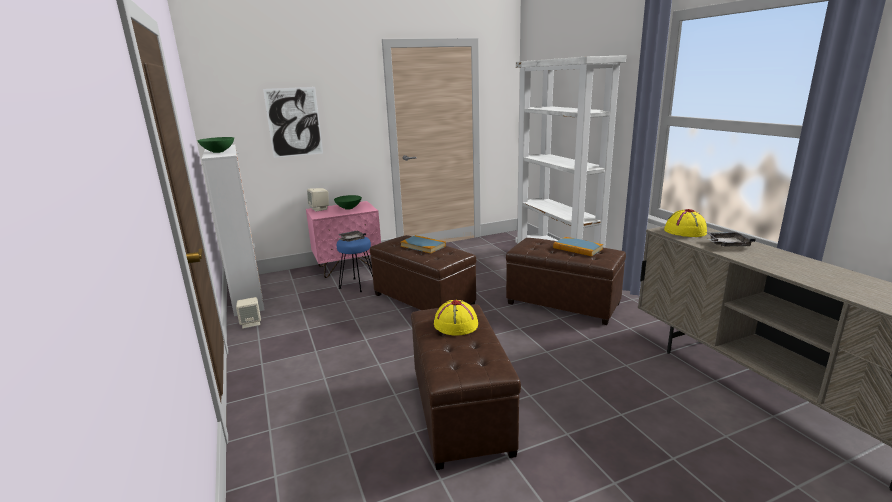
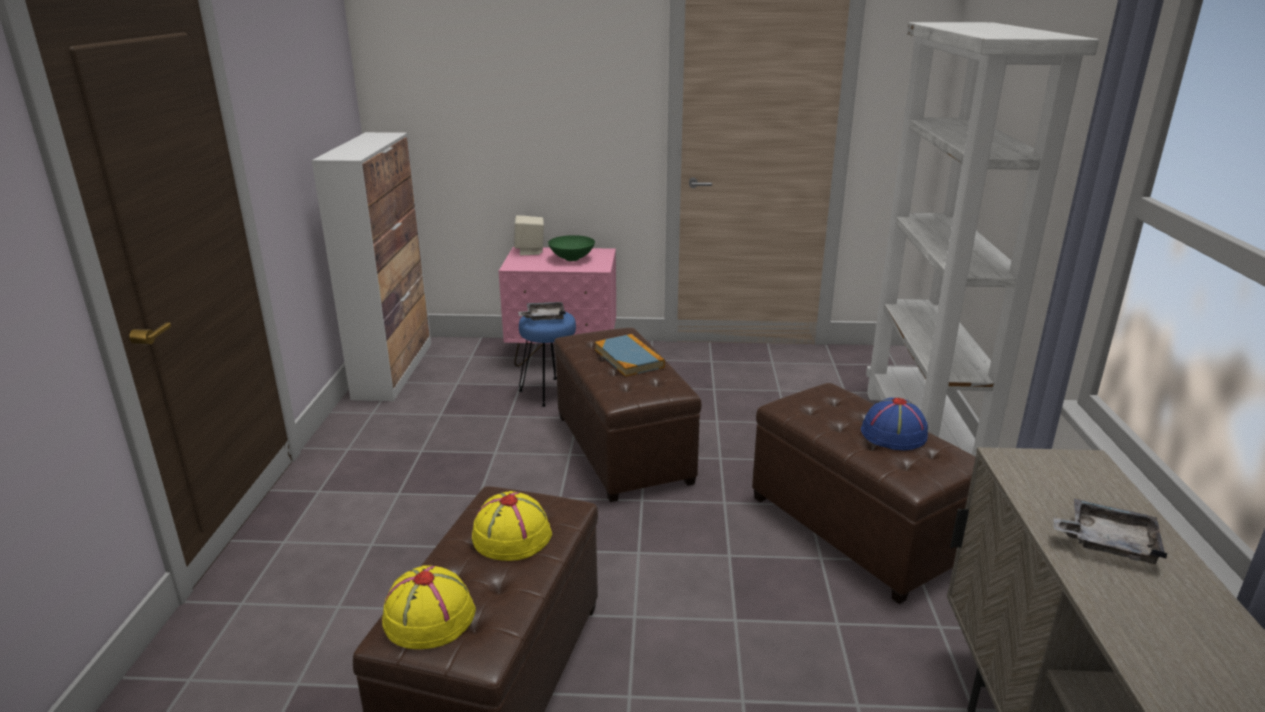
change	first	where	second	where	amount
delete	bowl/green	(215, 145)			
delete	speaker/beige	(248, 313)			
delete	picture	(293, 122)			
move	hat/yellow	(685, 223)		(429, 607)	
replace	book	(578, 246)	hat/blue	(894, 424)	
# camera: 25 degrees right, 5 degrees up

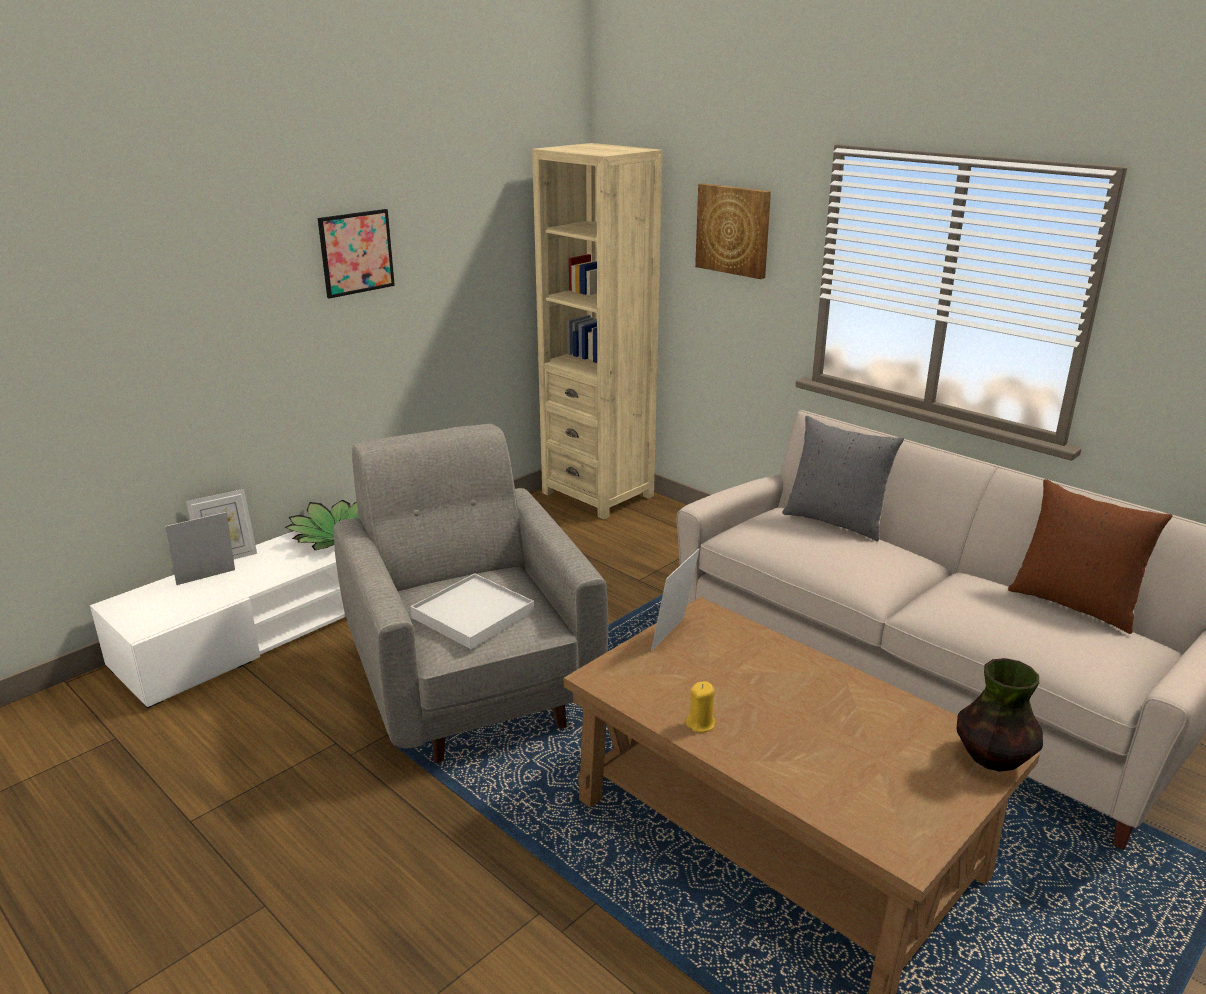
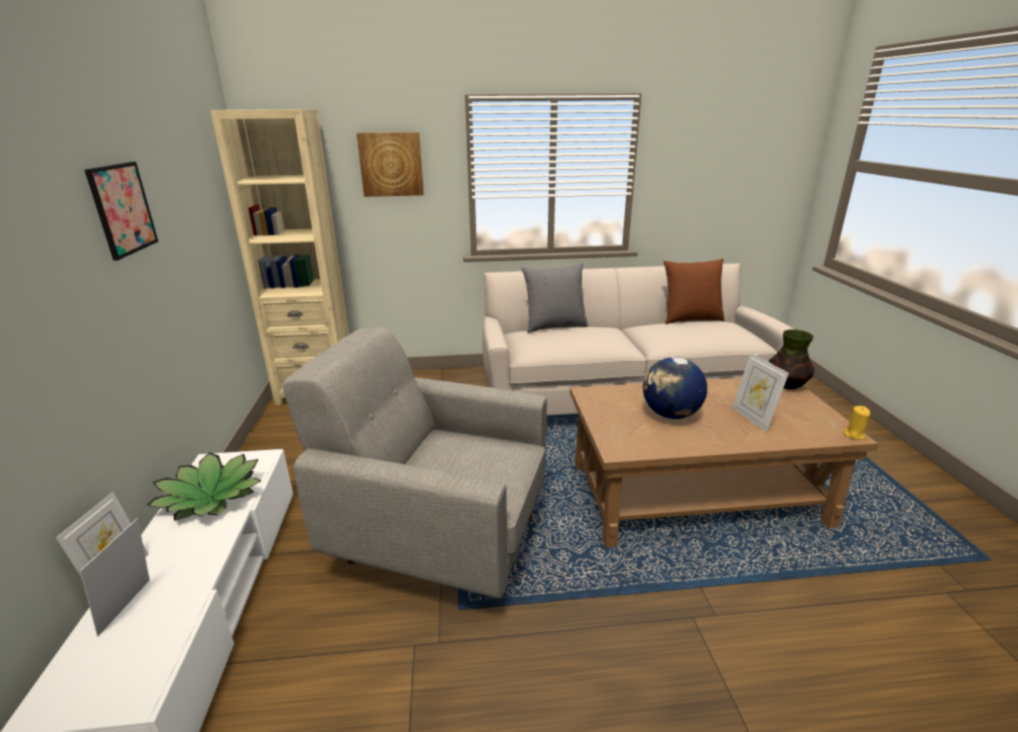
change	first	where	second	where	amount
delete	tray/white	(472, 611)			
insert			globe	(675, 388)	
move	picture frame	(675, 600)		(760, 392)	
move	candle/yellow	(700, 707)		(857, 423)	
# camera: 50 degrees left, 0 degrees up

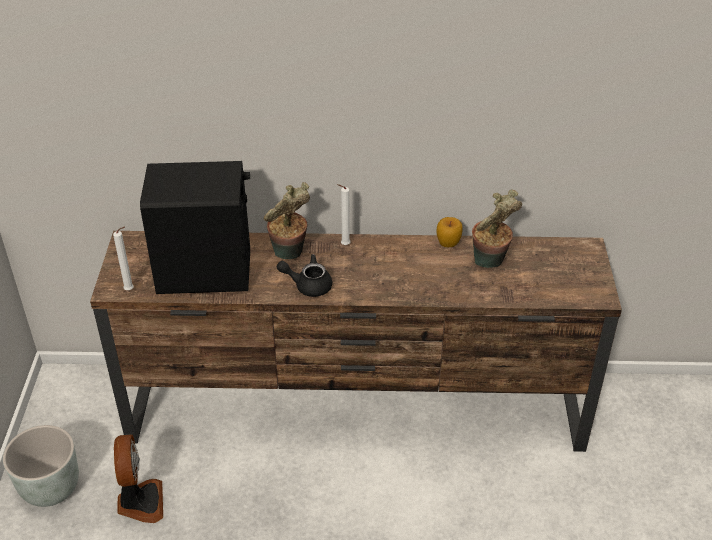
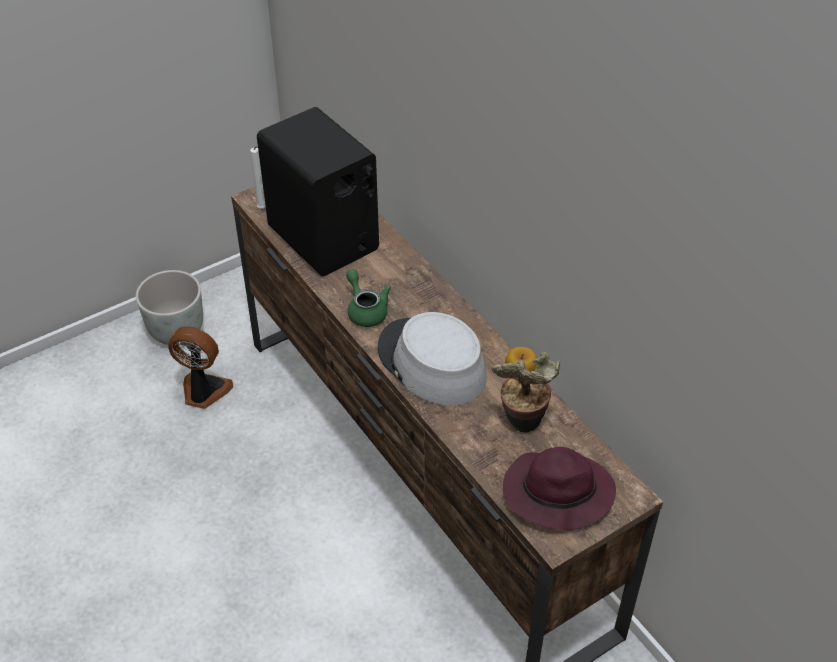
change	first	where	second	where	amount
delete	potted plant	(287, 220)			
delete	candle/white	(343, 214)			
insert			hat/grey	(432, 359)	
insert			hat/purple	(559, 488)	
recolor	teapot/black	(304, 275)	teapot/green	(368, 298)	
rotate	fan	(138, 479)		(200, 368)	120 degrees counterclockwise
# camera: 55 degrees right, 5 degrees up

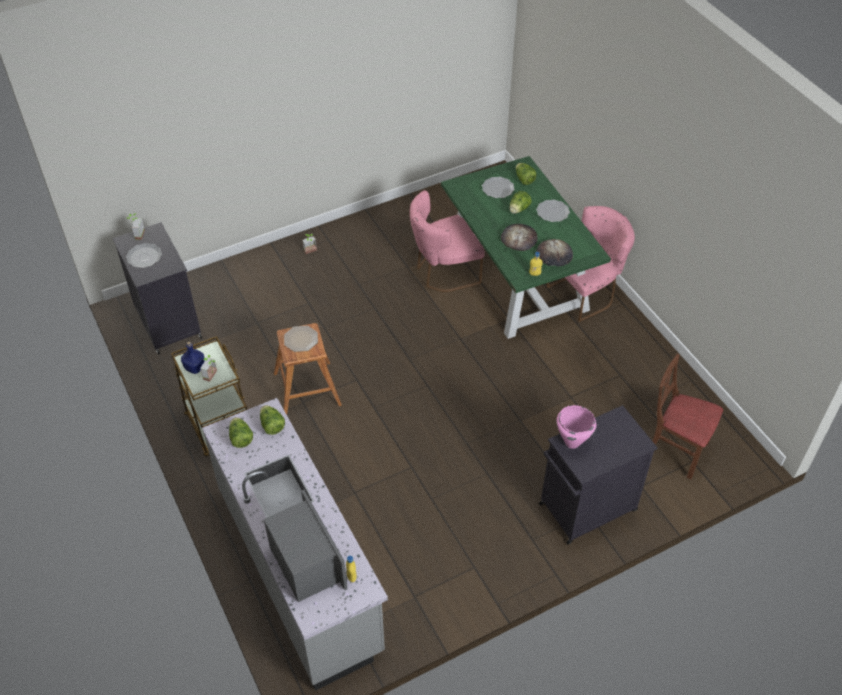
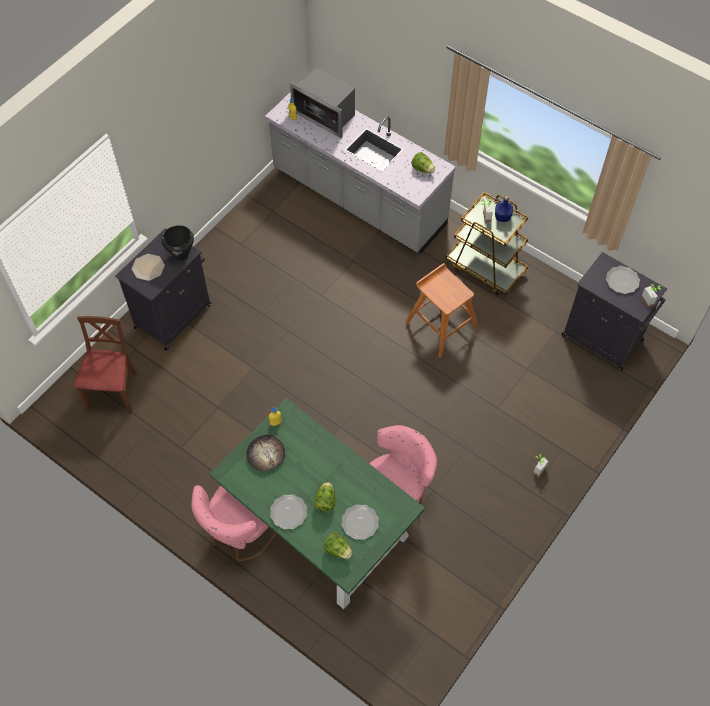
change	first	where	second	where	amount
delete	lettuce	(272, 420)			
delete	bread	(519, 237)			
move	plate	(301, 339)		(148, 267)	
recolor	cooking pot/pink	(576, 427)	cooking pot/black	(178, 242)	
rotate	chair/brown	(687, 416)		(105, 365)	90 degrees counterclockwise
# camera: 155 degrees right, 10 degrees up

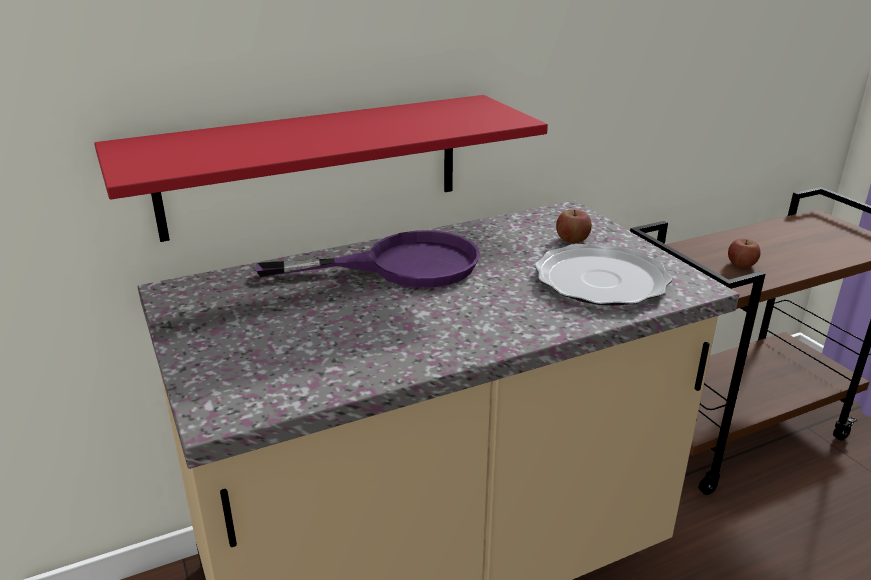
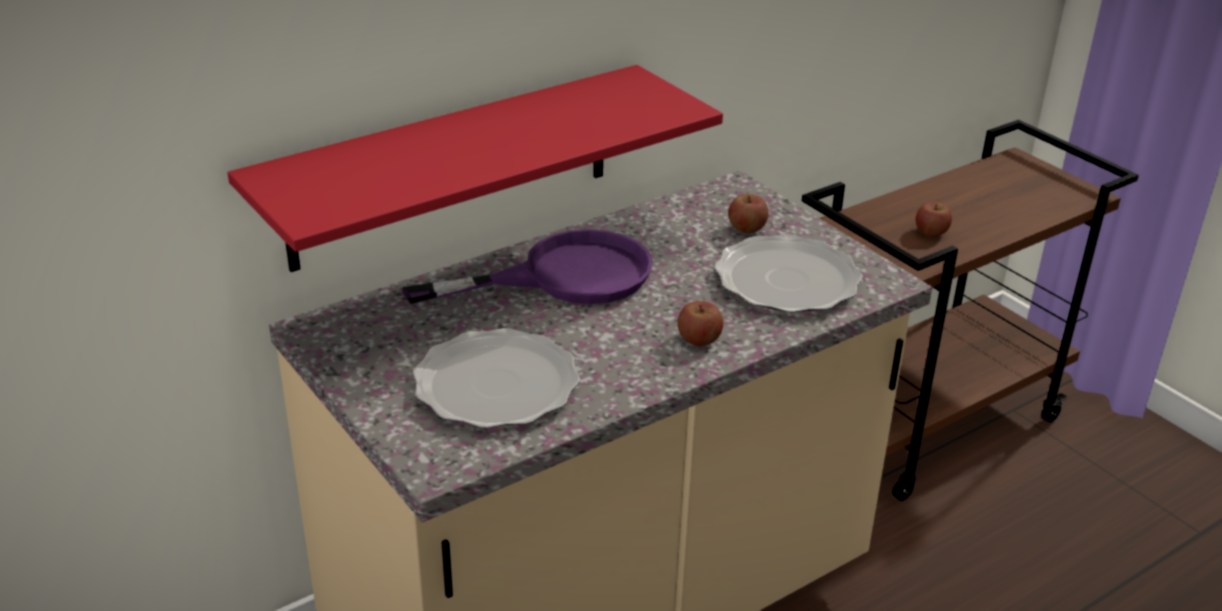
change	first	where	second	where	amount
insert			plate	(496, 378)	
insert			apple	(700, 323)	
# camera: 10 degrees left, 5 degrees up

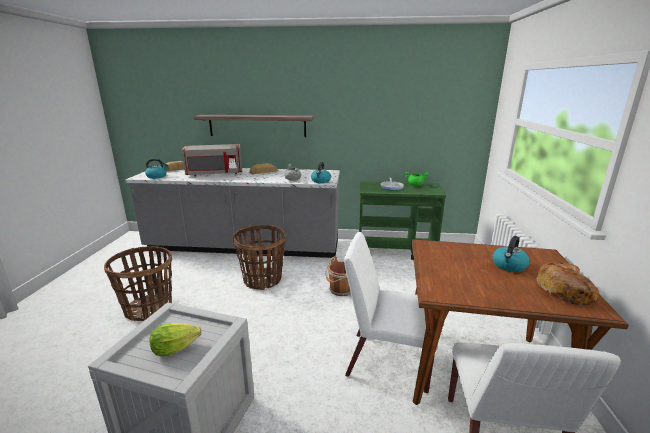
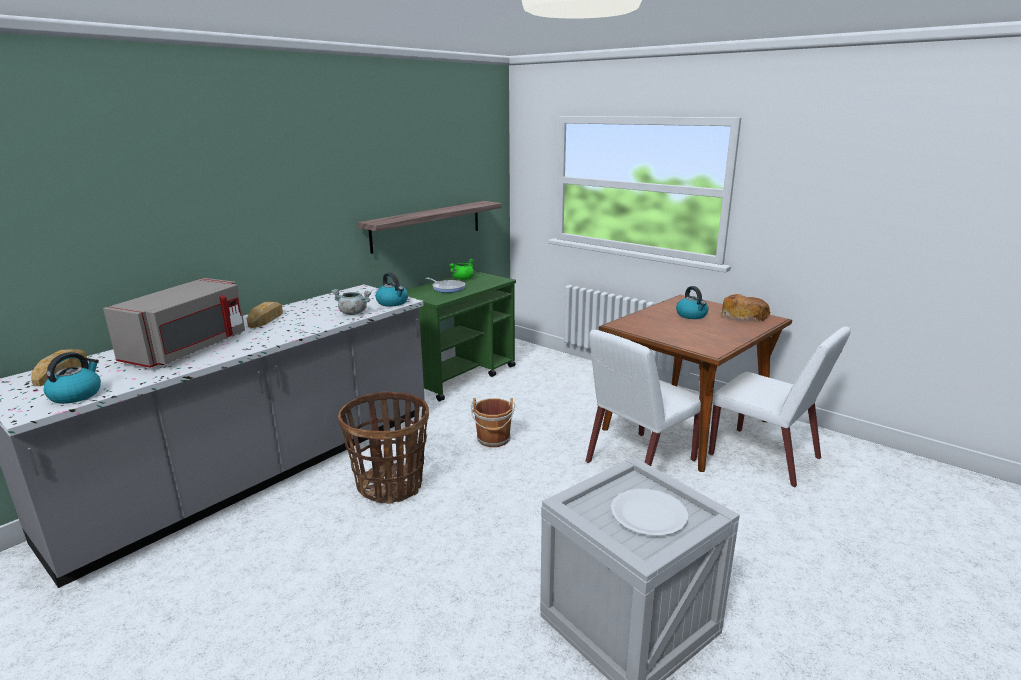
change	first	where	second	where	amount
delete	basket	(138, 283)			
move	shelf	(254, 126)		(429, 227)	
replace	lettuce	(175, 340)	plate/white	(649, 512)	
# camera: 55 degrees left, 0 degrees up

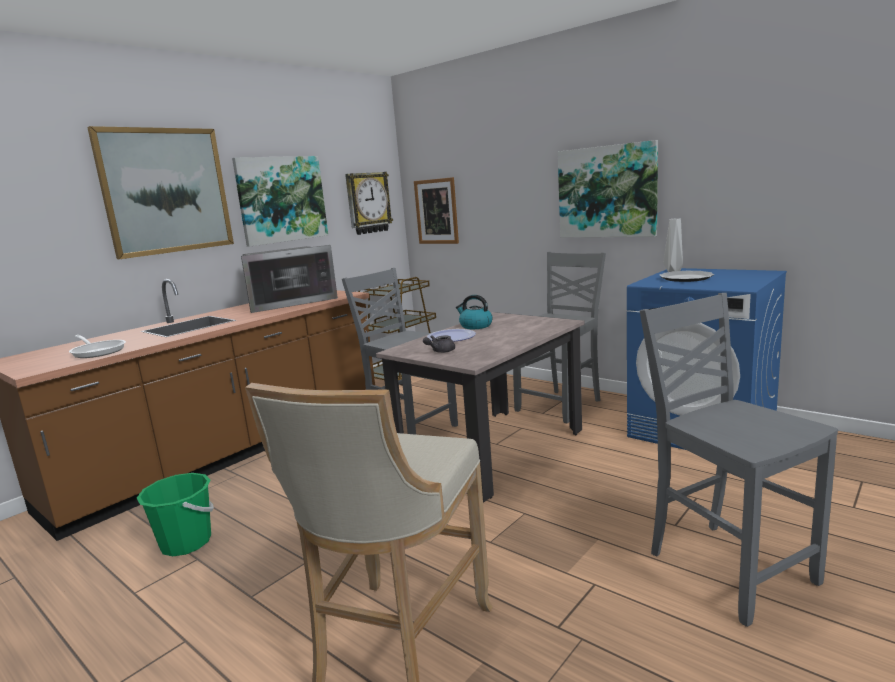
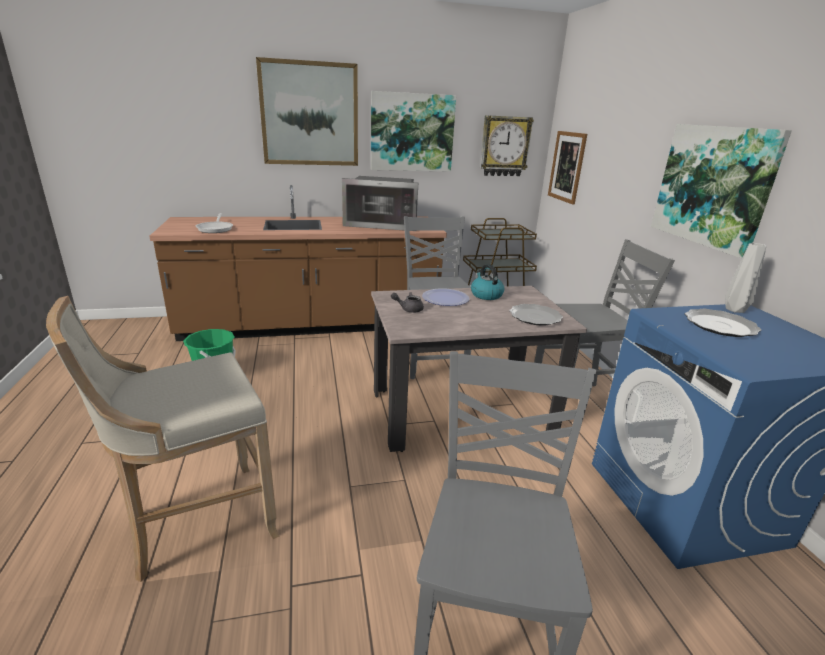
change	first	where	second	where	amount
insert			plate	(536, 315)	
# camera: 35 degrees right, 10 degrees up

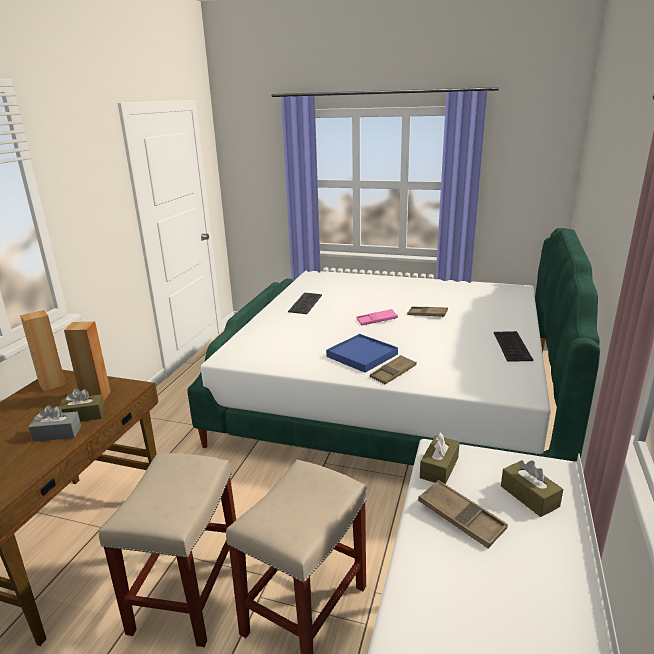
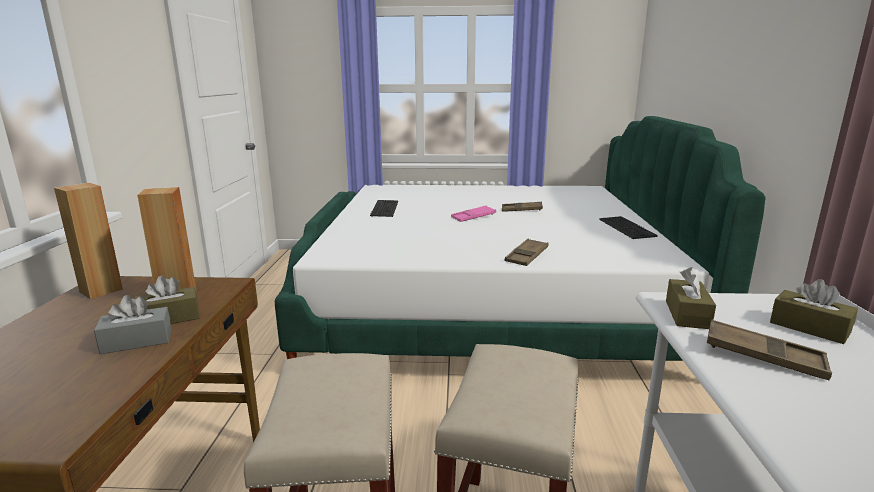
change	first	where	second	where	amount
delete	tray/blue	(362, 353)			
# camera: 15 degrees left, 5 degrees down

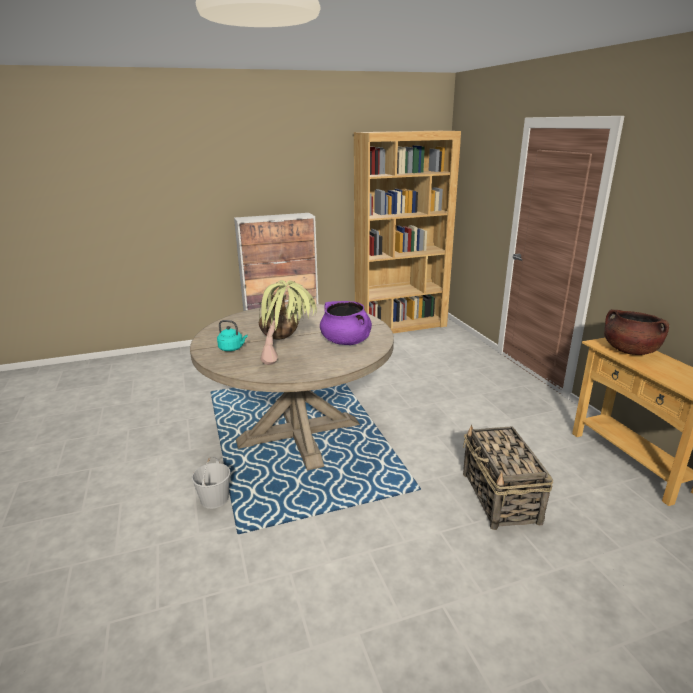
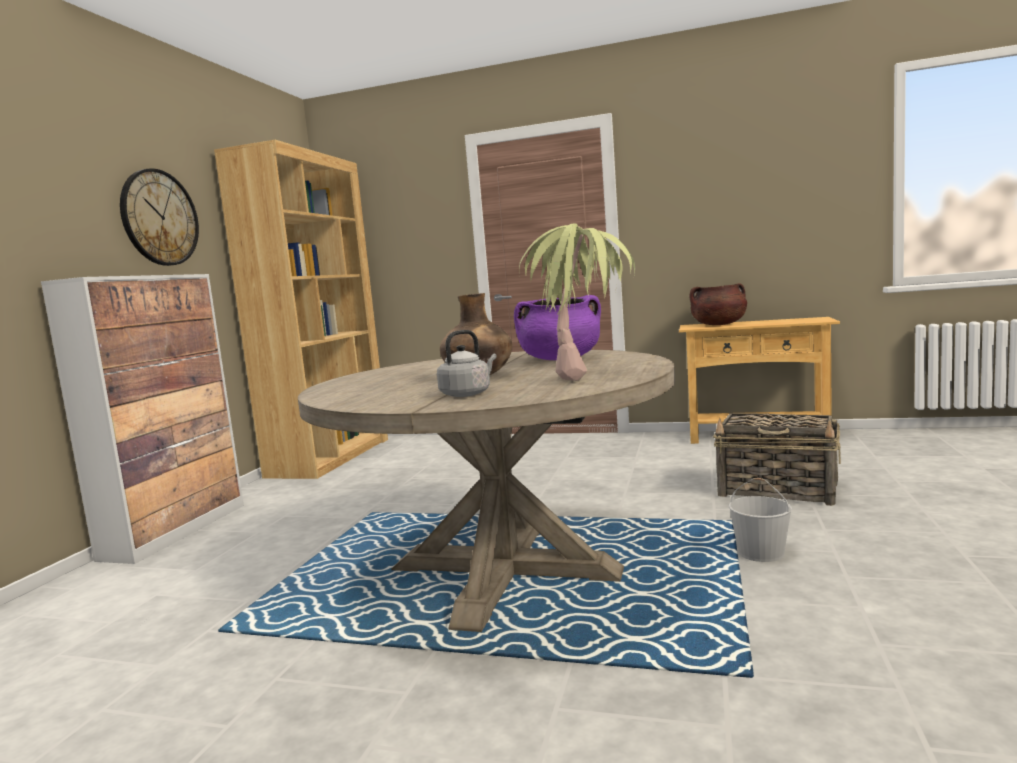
change	first	where	second	where	amount
insert			wall clock	(159, 217)	
move	bucket/white	(211, 483)		(760, 520)	
recolor	kettle/turquoise	(232, 335)	kettle/grey	(467, 363)	
# camera: 55 degrees left, 15 degrees down

